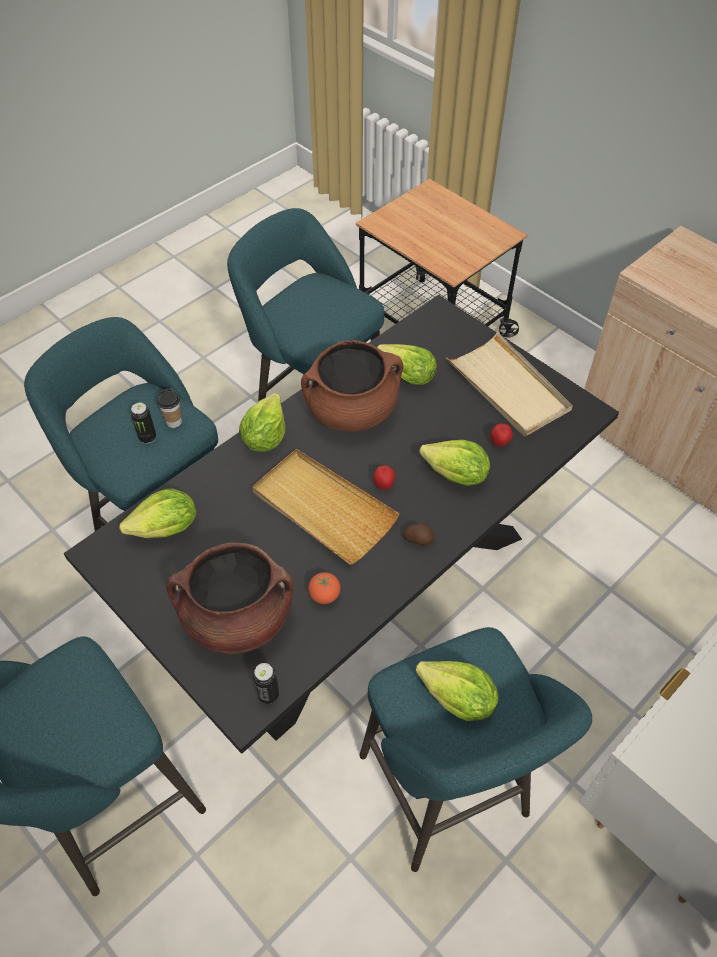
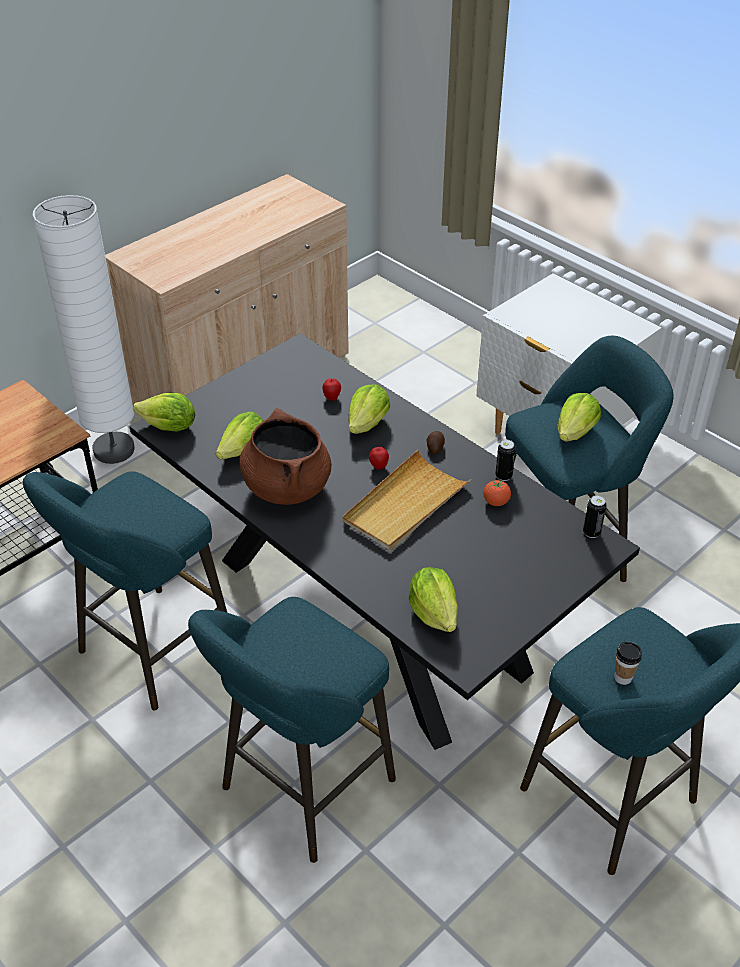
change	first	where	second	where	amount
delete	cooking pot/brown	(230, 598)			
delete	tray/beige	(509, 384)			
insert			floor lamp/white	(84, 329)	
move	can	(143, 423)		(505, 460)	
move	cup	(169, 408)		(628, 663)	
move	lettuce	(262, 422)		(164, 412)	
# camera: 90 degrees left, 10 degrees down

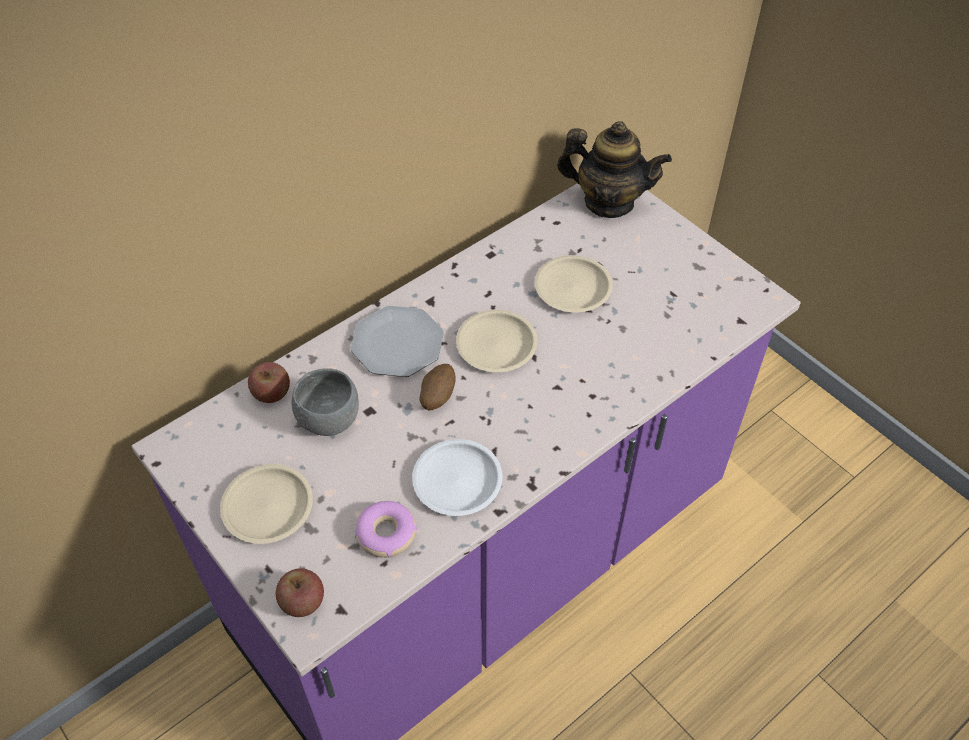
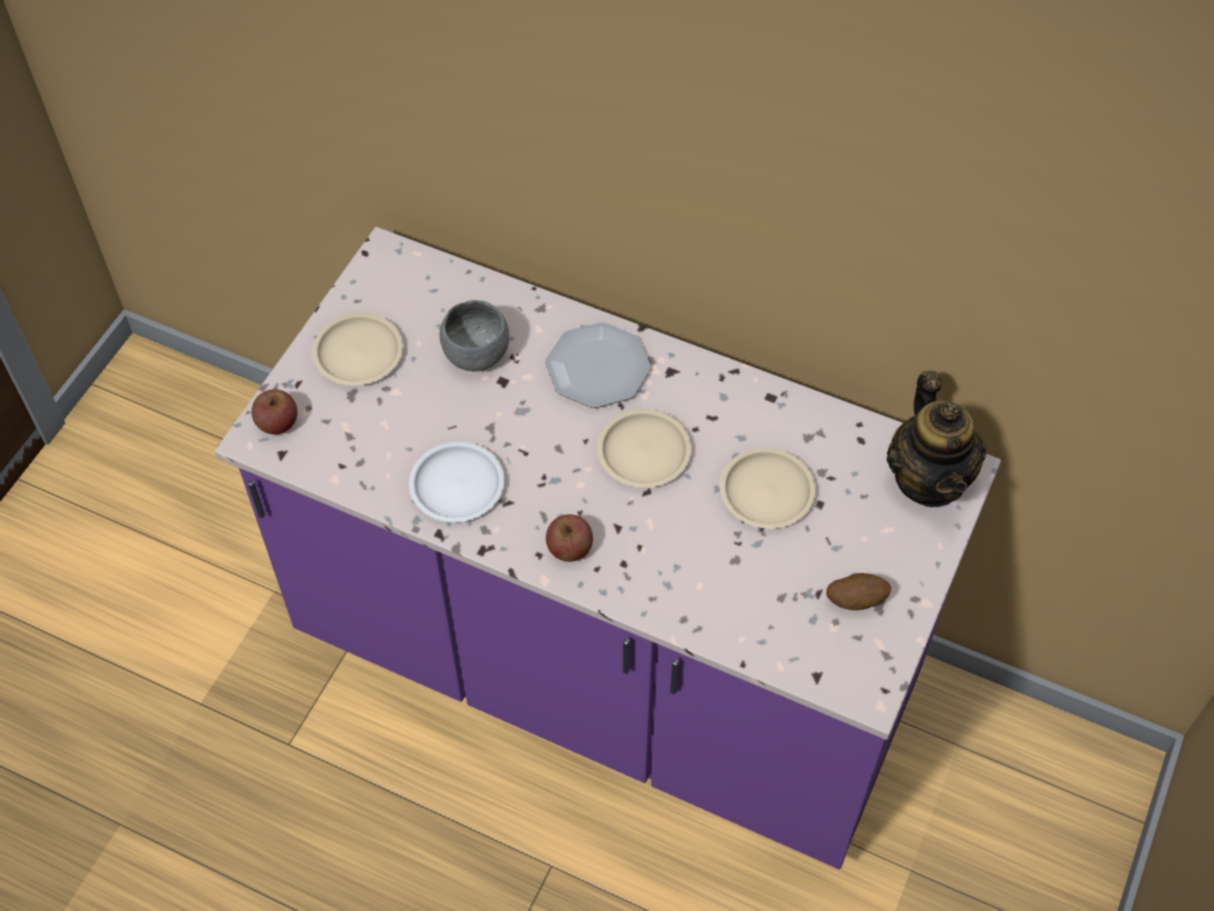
change	first	where	second	where	amount
delete	donut	(386, 529)			
move	apple	(269, 382)		(569, 538)	
move	potato	(437, 387)		(859, 591)	
# camera: 65 degrees right, 5 degrees up

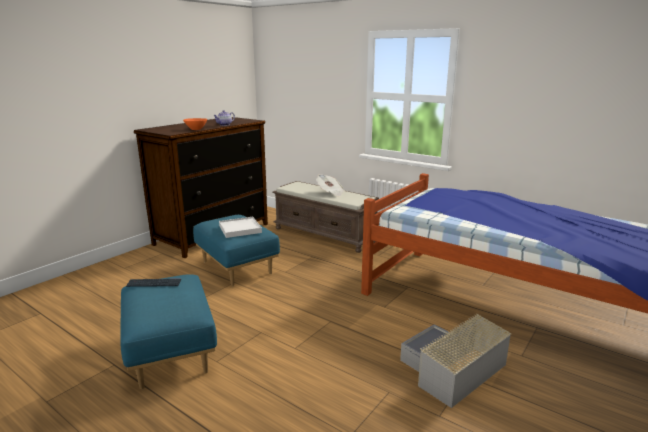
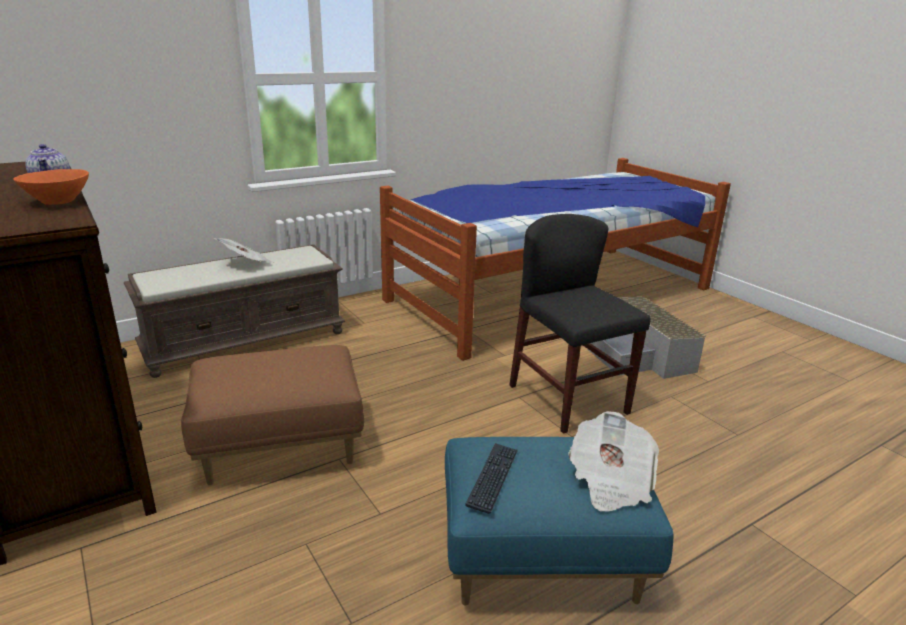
change	first	where	second	where	amount
delete	tray/white	(240, 227)			
insert			chair/black	(580, 324)	
insert			newspaper	(613, 461)	
recolor	ottoman/blue	(236, 250)	ottoman/brown	(272, 415)	
# camera: 70 degrees left, 5 degrees up

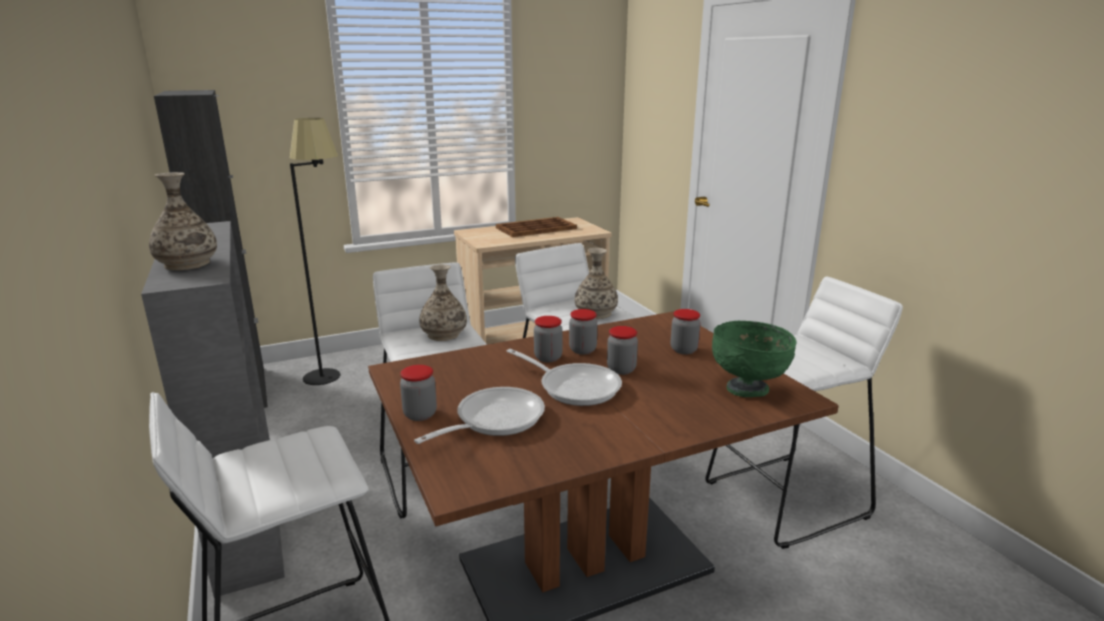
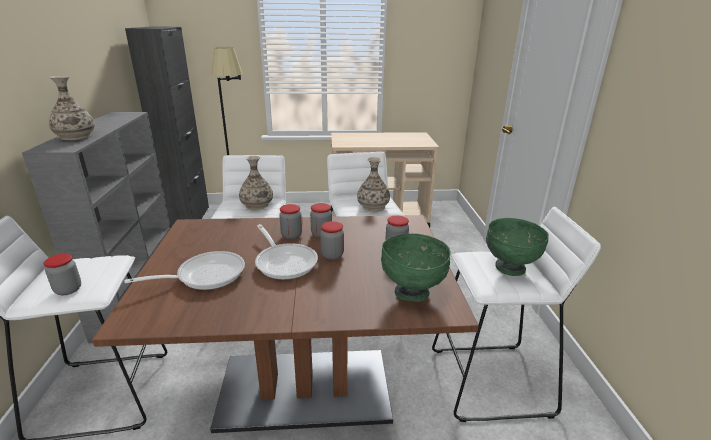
change	first	where	second	where	amount
delete	tray/brown	(536, 227)			
insert			bowl/green	(517, 247)	
move	jar	(418, 393)		(62, 274)	
# camera: 20 degrees right, 5 degrees up

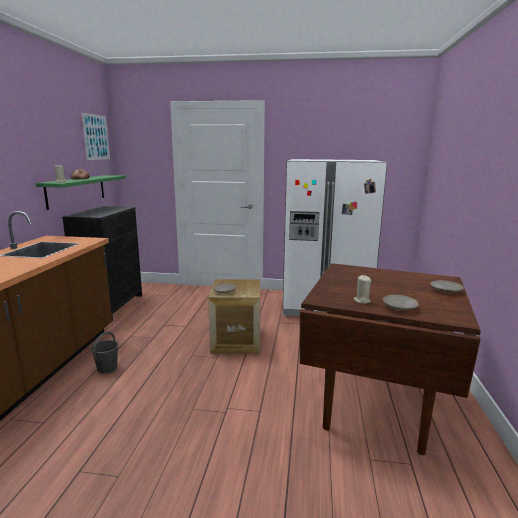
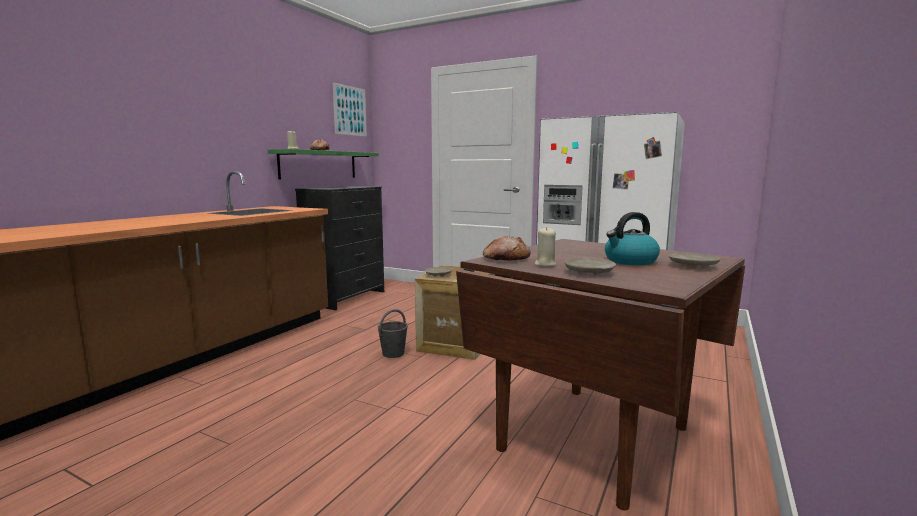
change	first	where	second	where	amount
insert			bread	(507, 248)	
insert			kettle	(632, 238)	
move	bucket/grey	(105, 352)		(392, 333)	
# camera: 20 degrees right, 5 degrees down

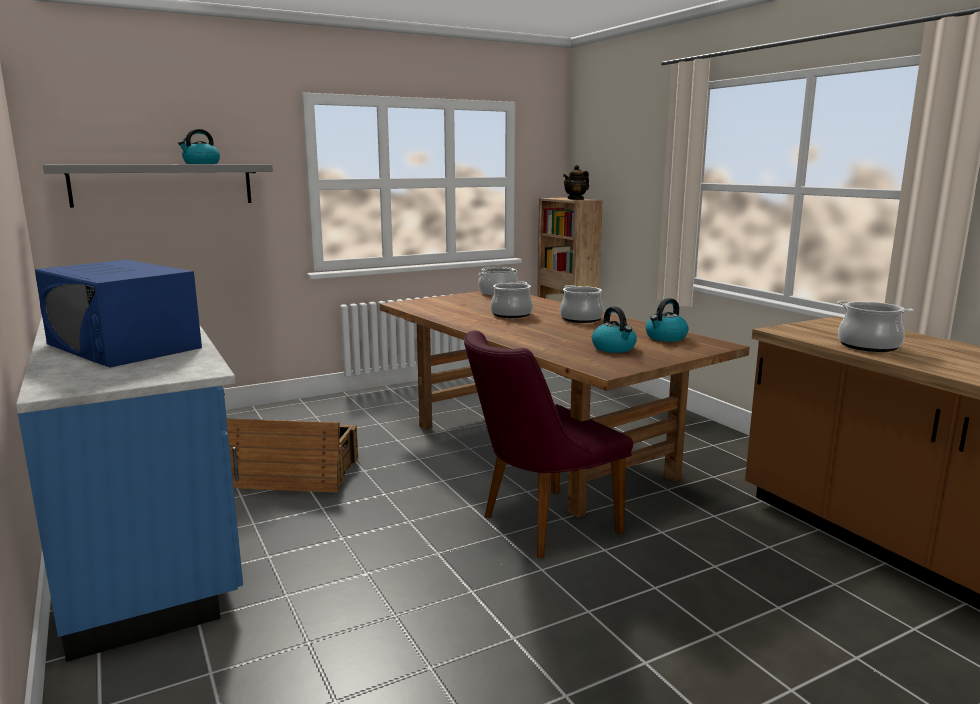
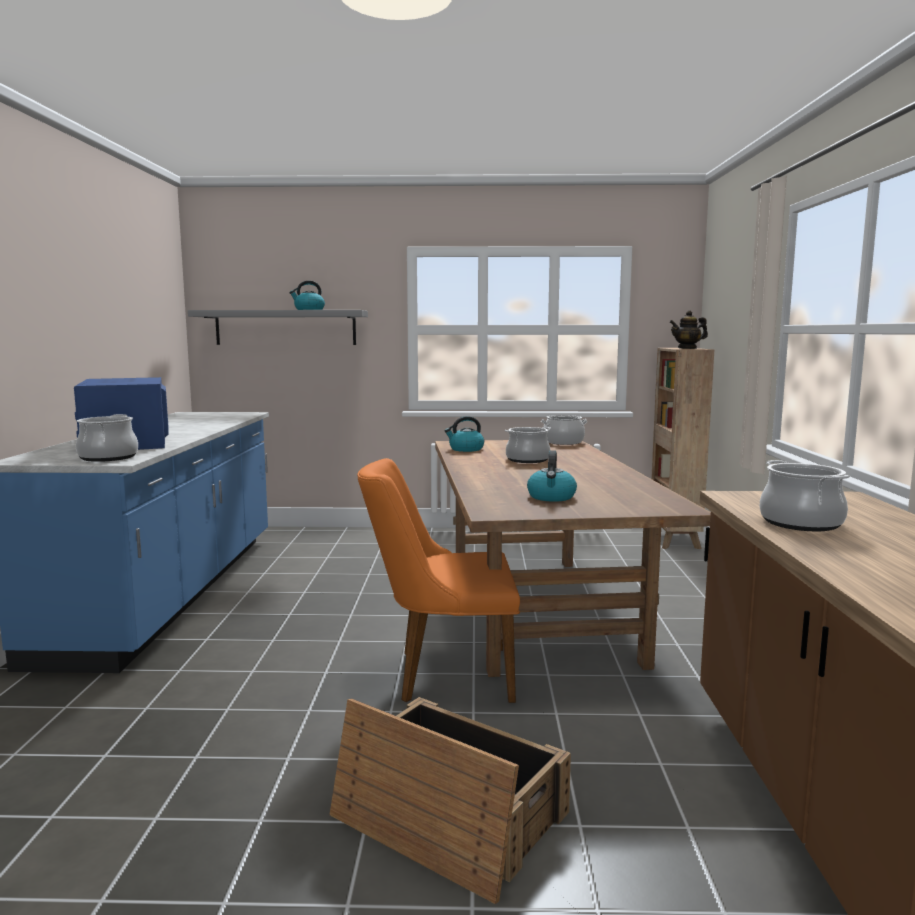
change	first	where	second	where	amount
move	crate	(292, 456)		(450, 800)	
move	cooking pot	(582, 304)		(107, 438)	
move	kettle	(667, 320)		(464, 434)	
recolor	chair/purple	(548, 444)	chair/orange	(438, 580)	
# camera: 30 degrees right, 5 degrees down

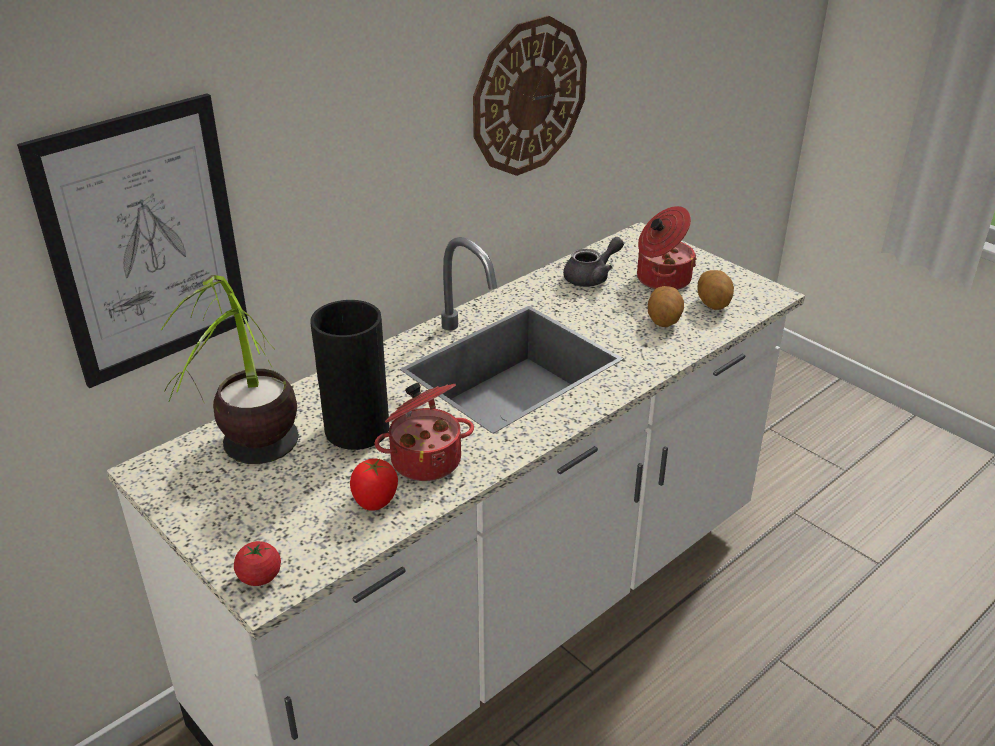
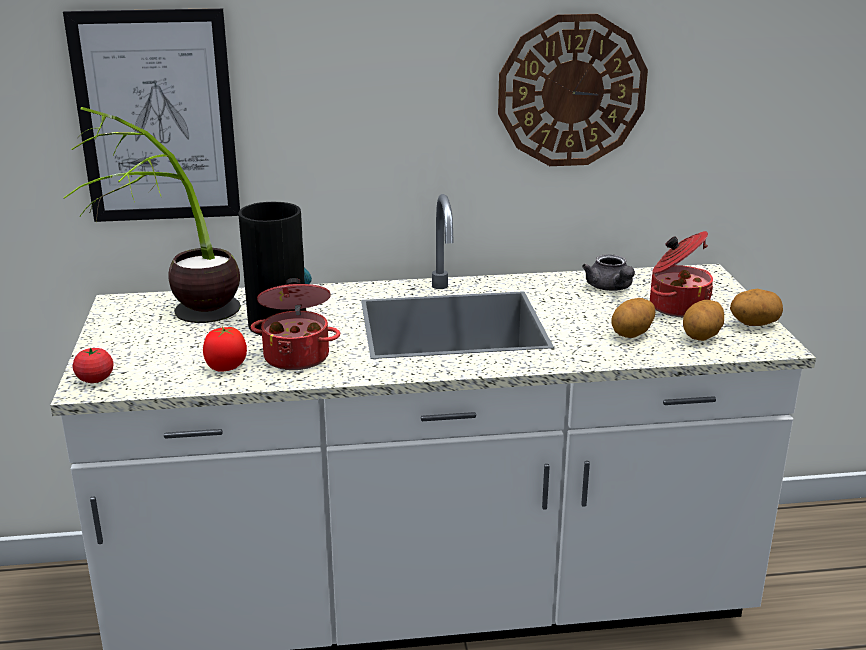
change	first	where	second	where	amount
insert			potato	(756, 307)	
rotate	teapot/grey	(593, 262)		(608, 272)	75 degrees clockwise
# camera: 35 degrees right, 10 degrees down

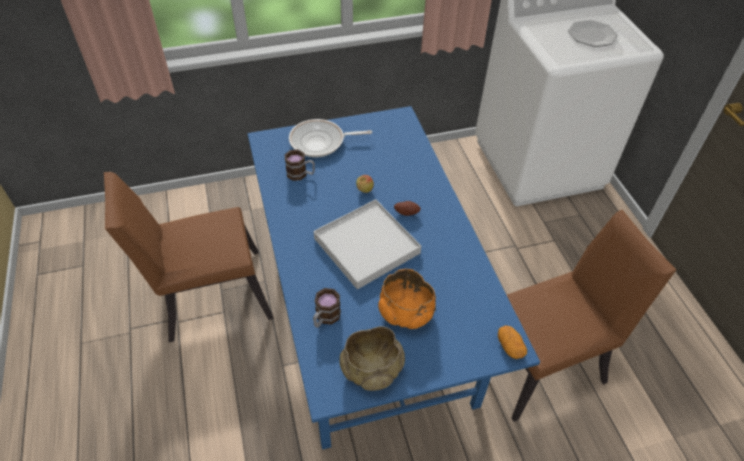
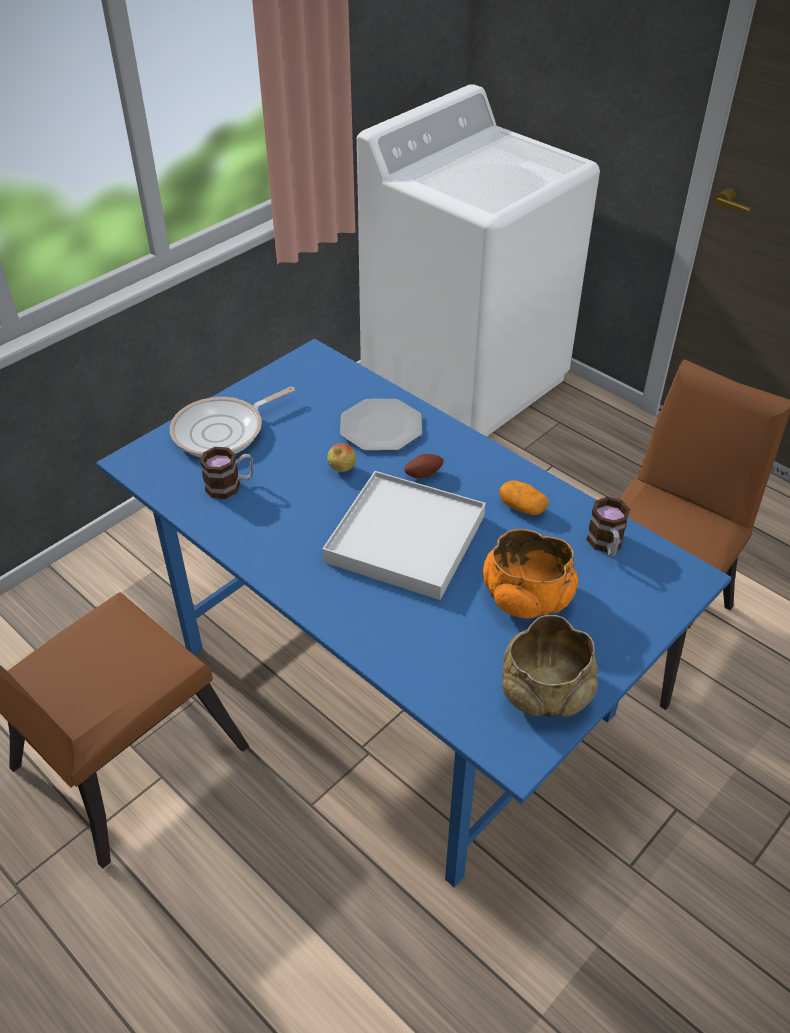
change	first	where	second	where	amount
move	mug	(327, 308)		(608, 527)	
move	potato	(512, 342)		(524, 497)	
move	plate	(593, 33)		(381, 425)	
# camera: 30 degrees left, 5 degrees down

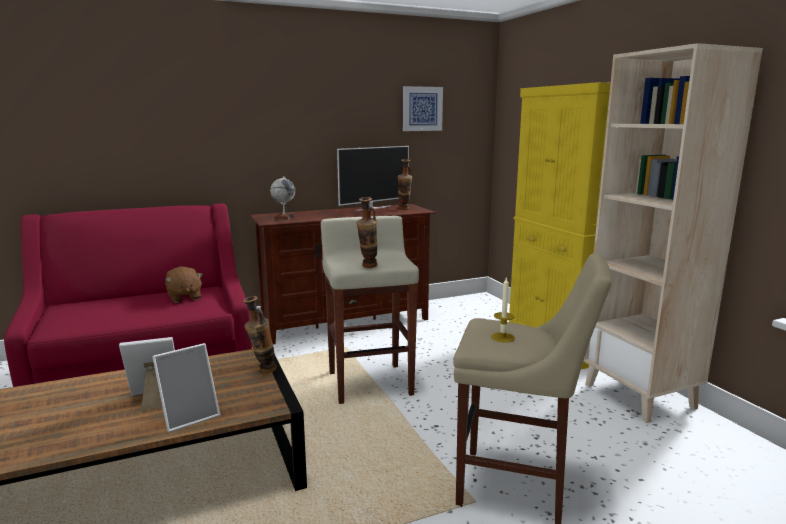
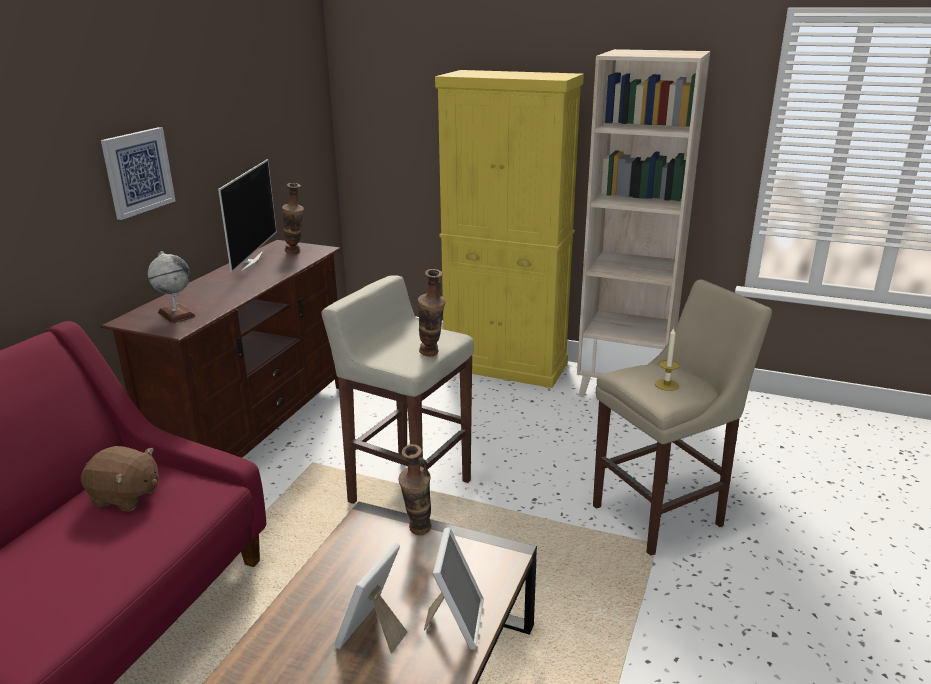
change	first	where	second	where	amount
move	picture	(423, 108)		(138, 173)	
# camera: 45 degrees left, 10 degrees up

